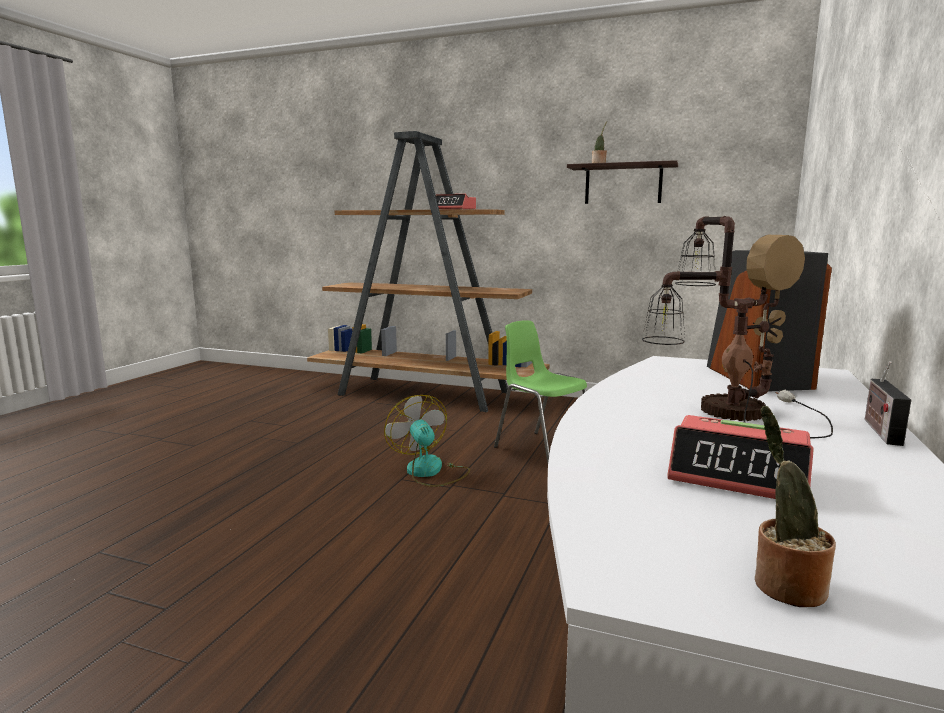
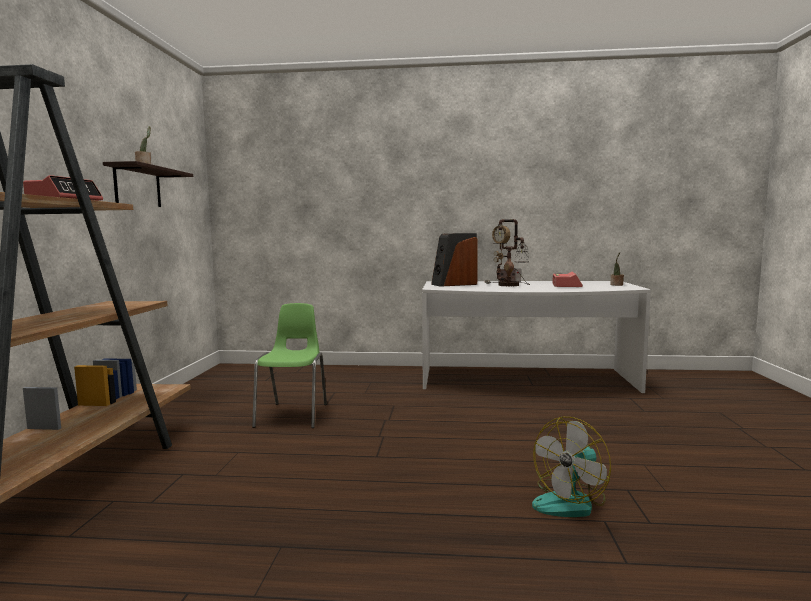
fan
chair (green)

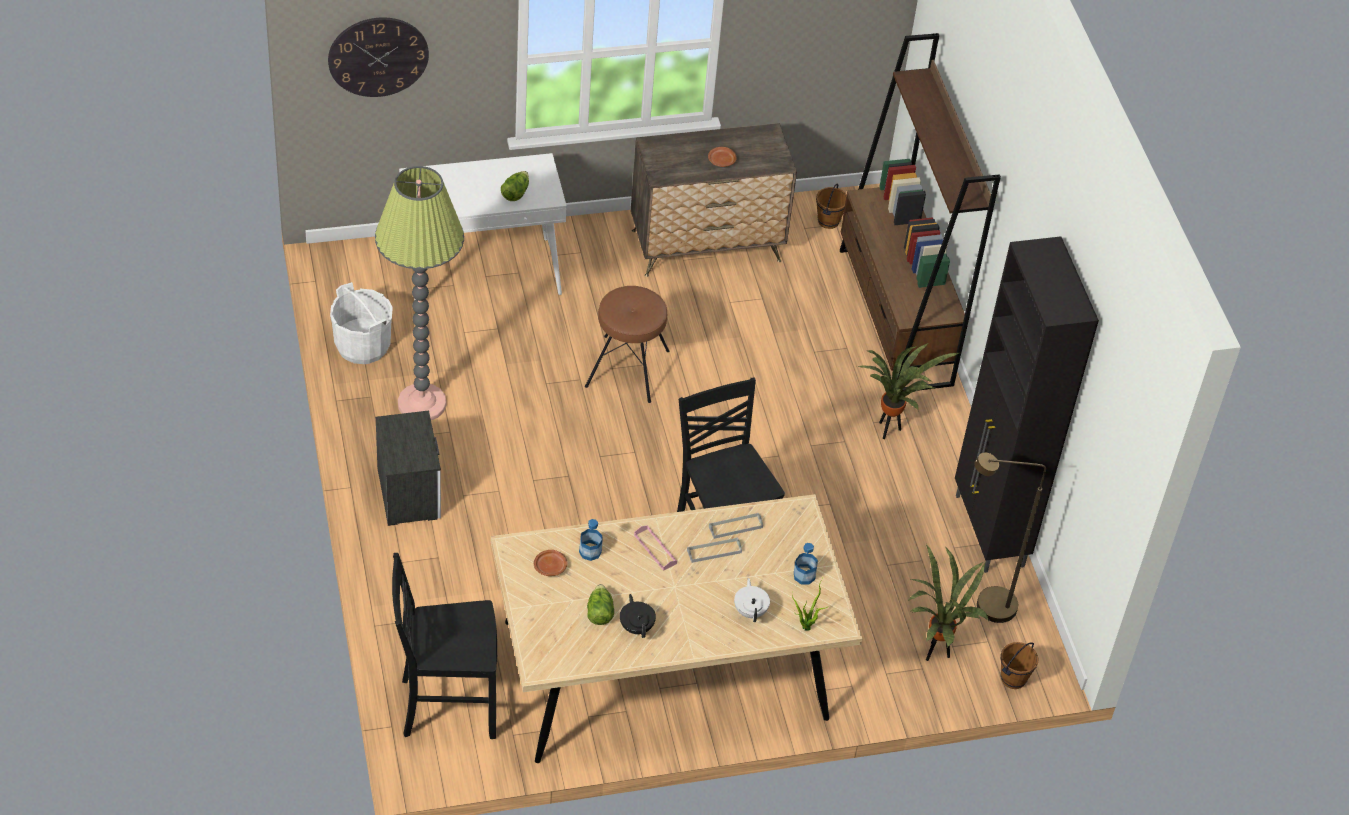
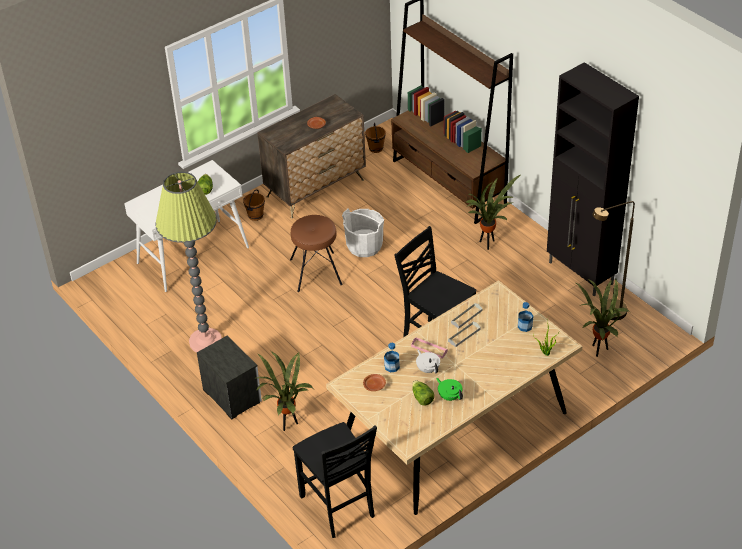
wall clock
bucket (white)
chair (black) (1st from left)
teapot (green)
teapot (white)
bucket (brown) (1st from left)
potted plant (1st from left)

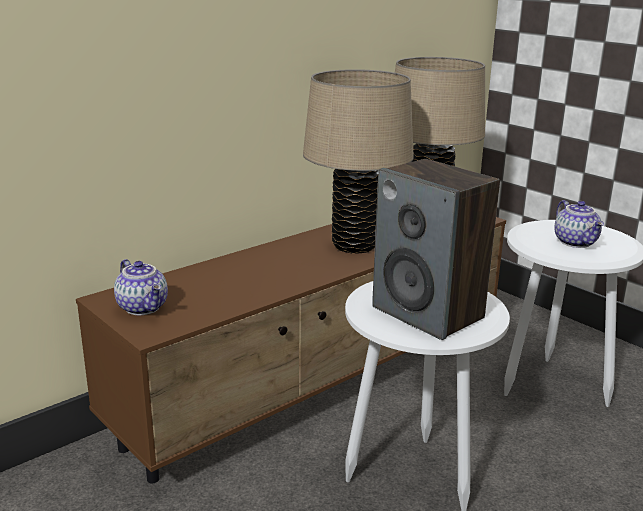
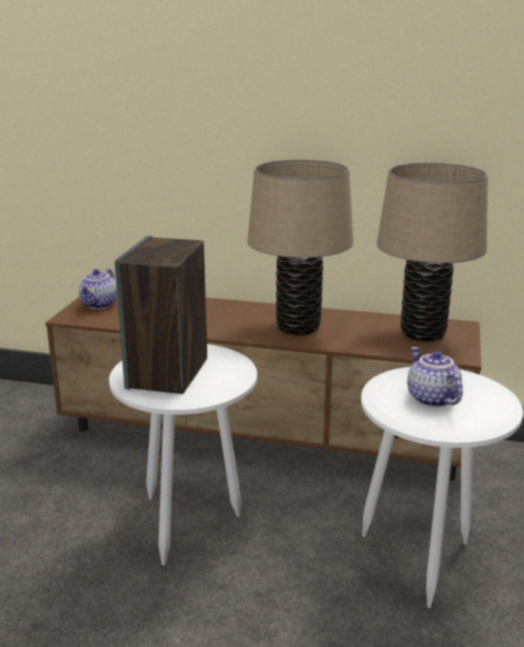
teapot (2nd from left)

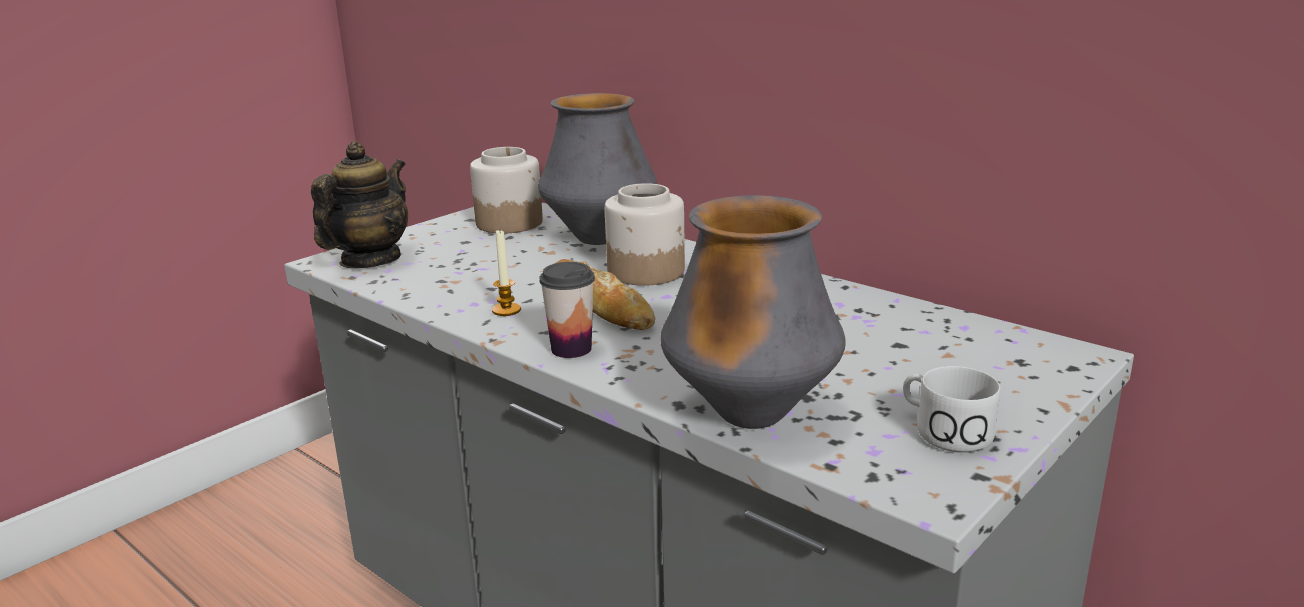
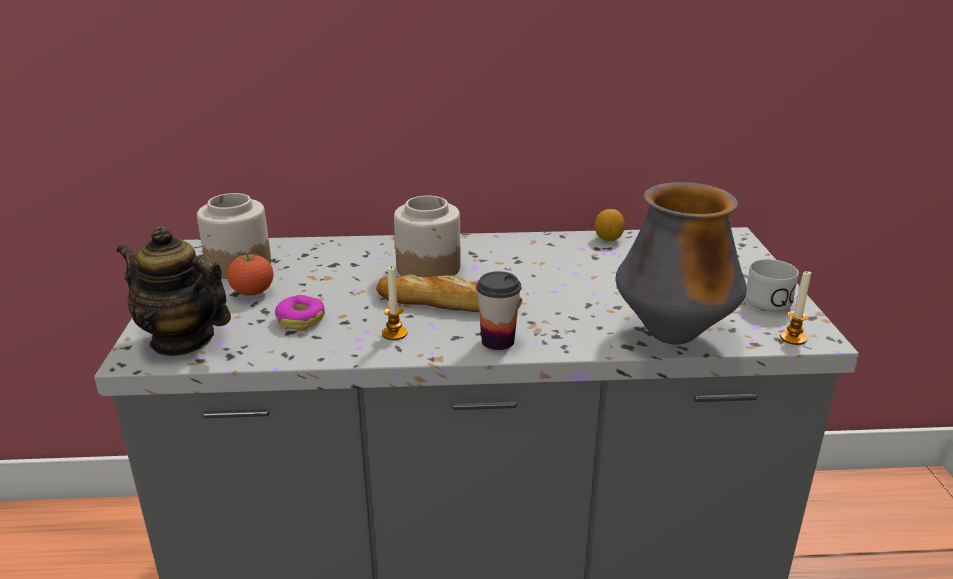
teapot
vase (1st from left in the first image)
tomato
donut
lemon
candle (2nd from left)

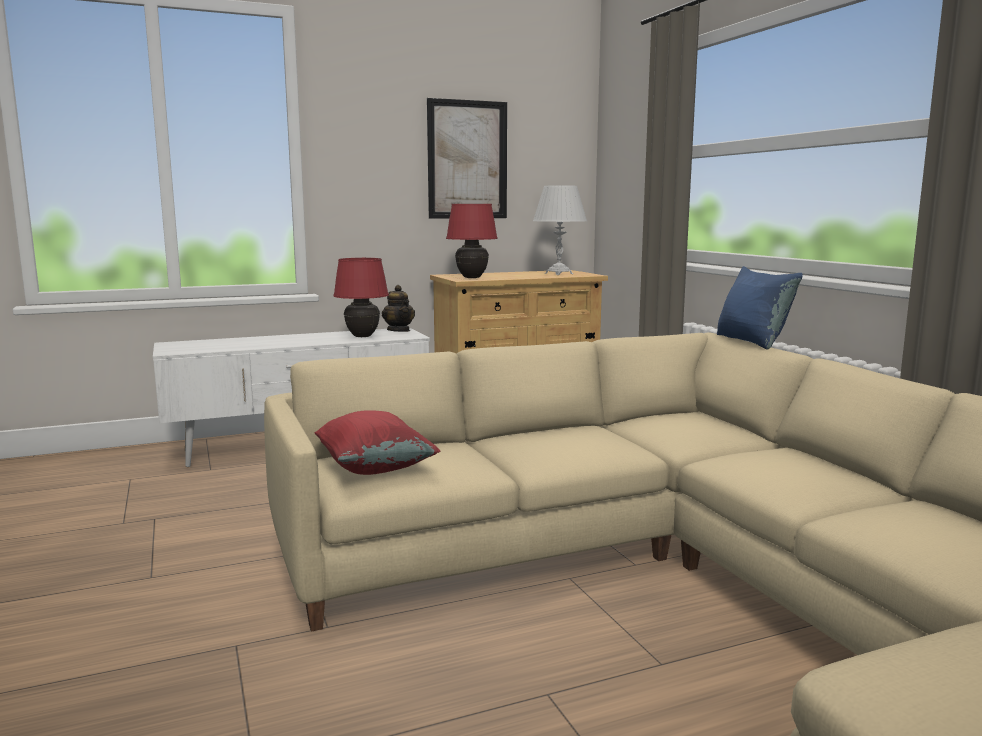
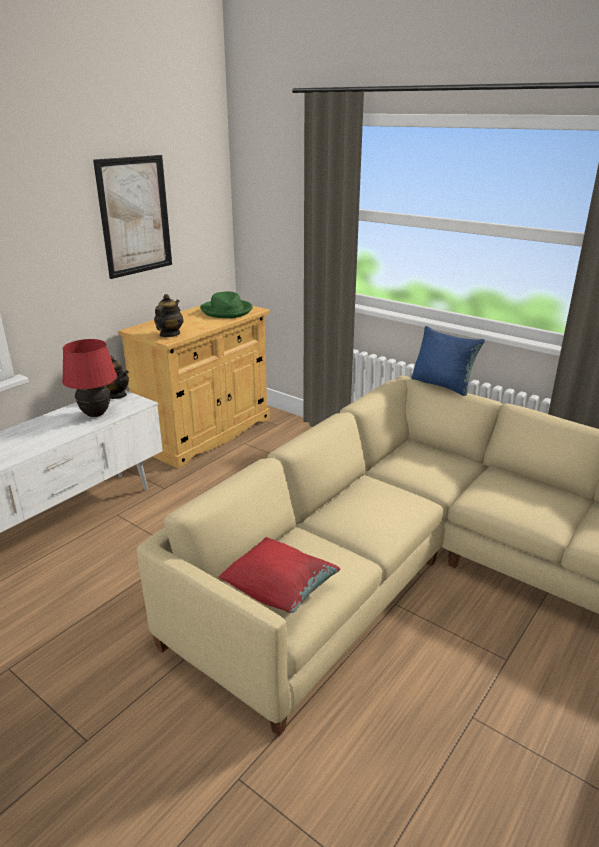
teapot (2nd from left)
hat (green)

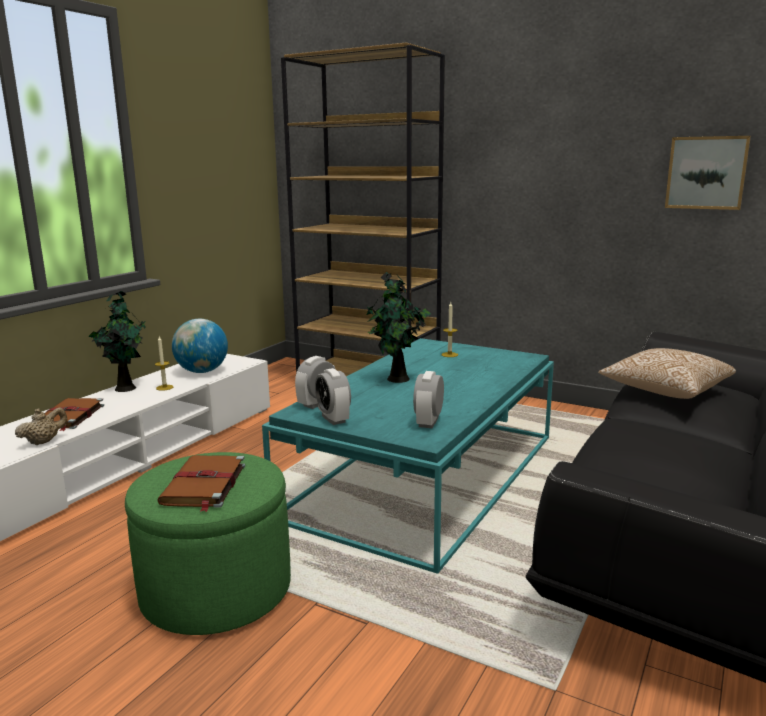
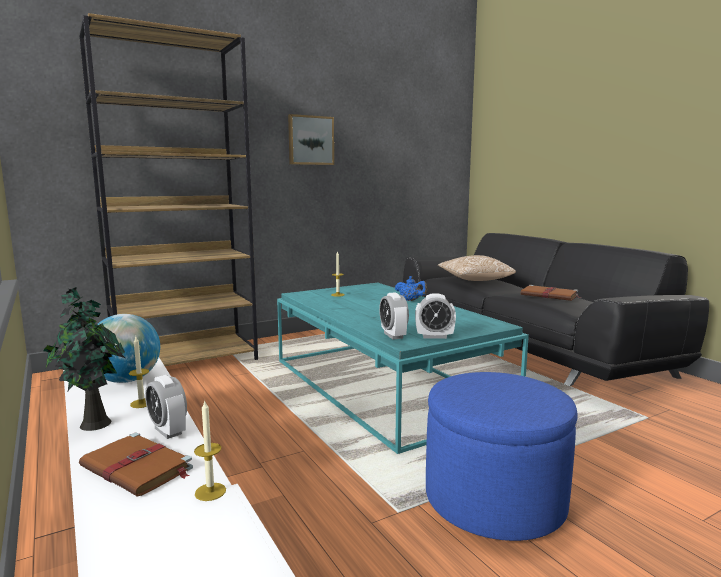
candle (2nd from left)
ottoman (blue)
book (brown) (2nd from left)
potted plant (2nd from left in the first image)
alarm clock (1st from left)
picture
teapot (blue)

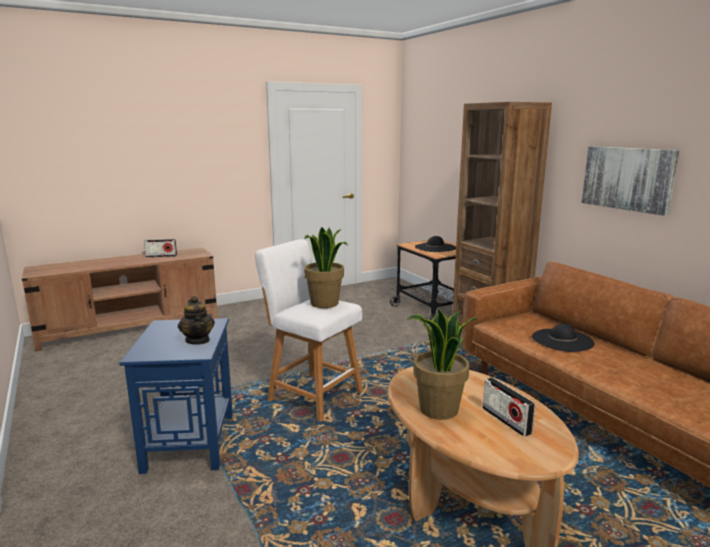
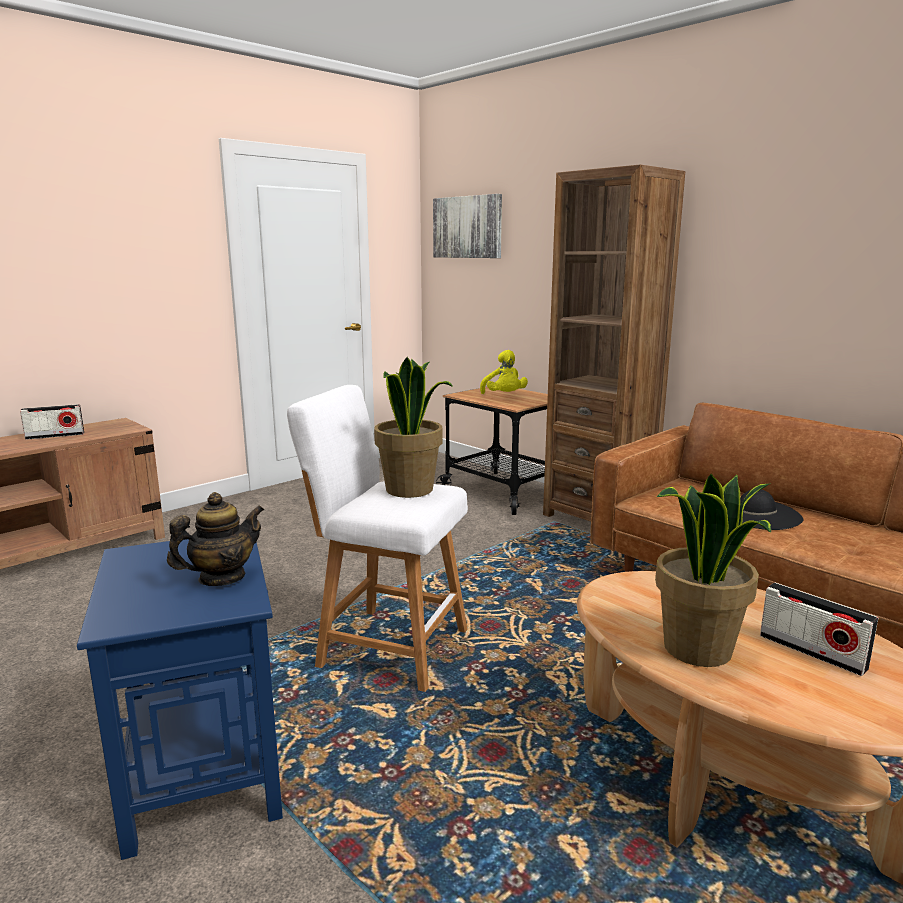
teapot
plush toy (yellow)
picture

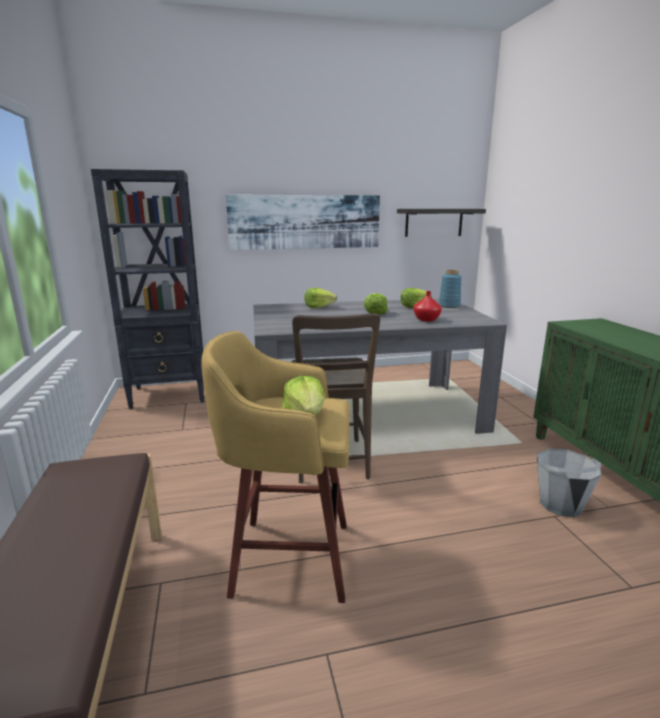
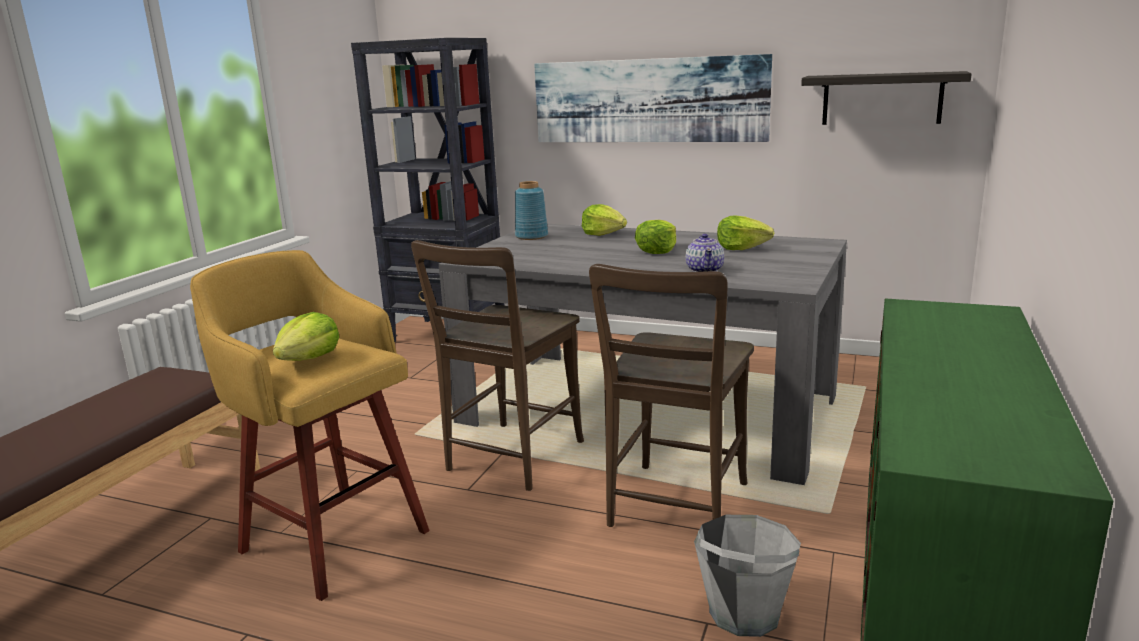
teapot
vase (blue)
chair (brown) (2nd from left)

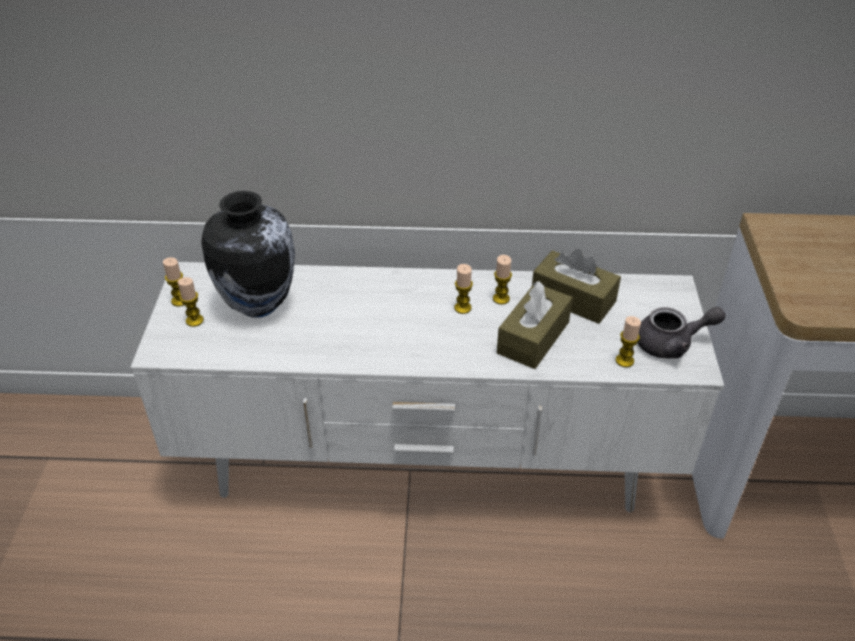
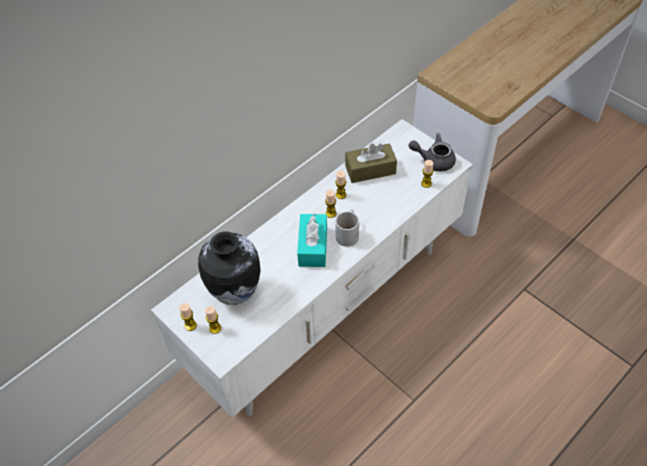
tissue box (brown) (1st from left in the first image)
teapot (grey)
tissue box (turquoise)
mug (white)

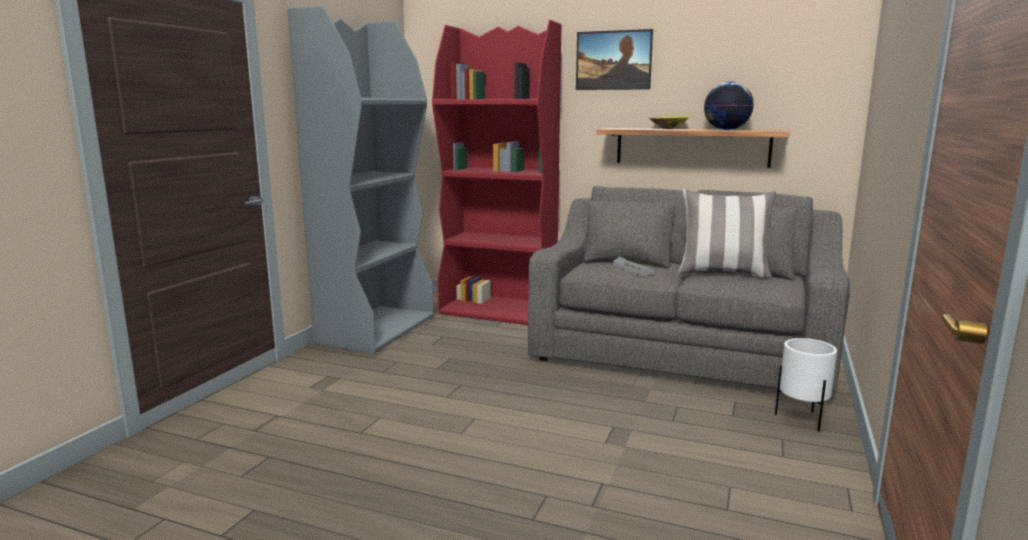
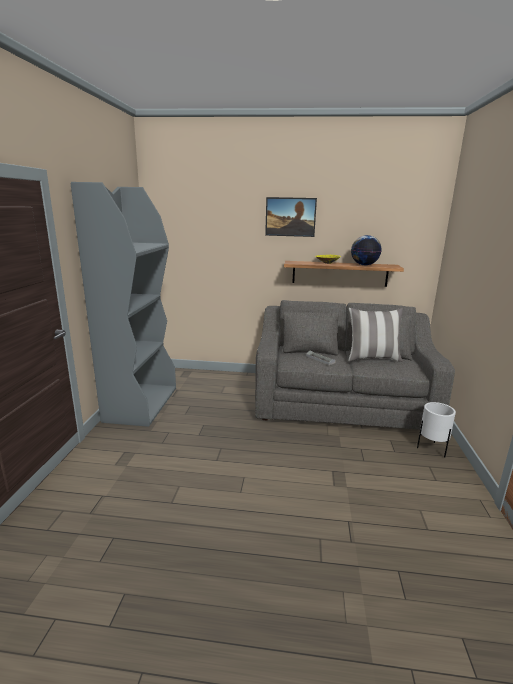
bookcase (red)

